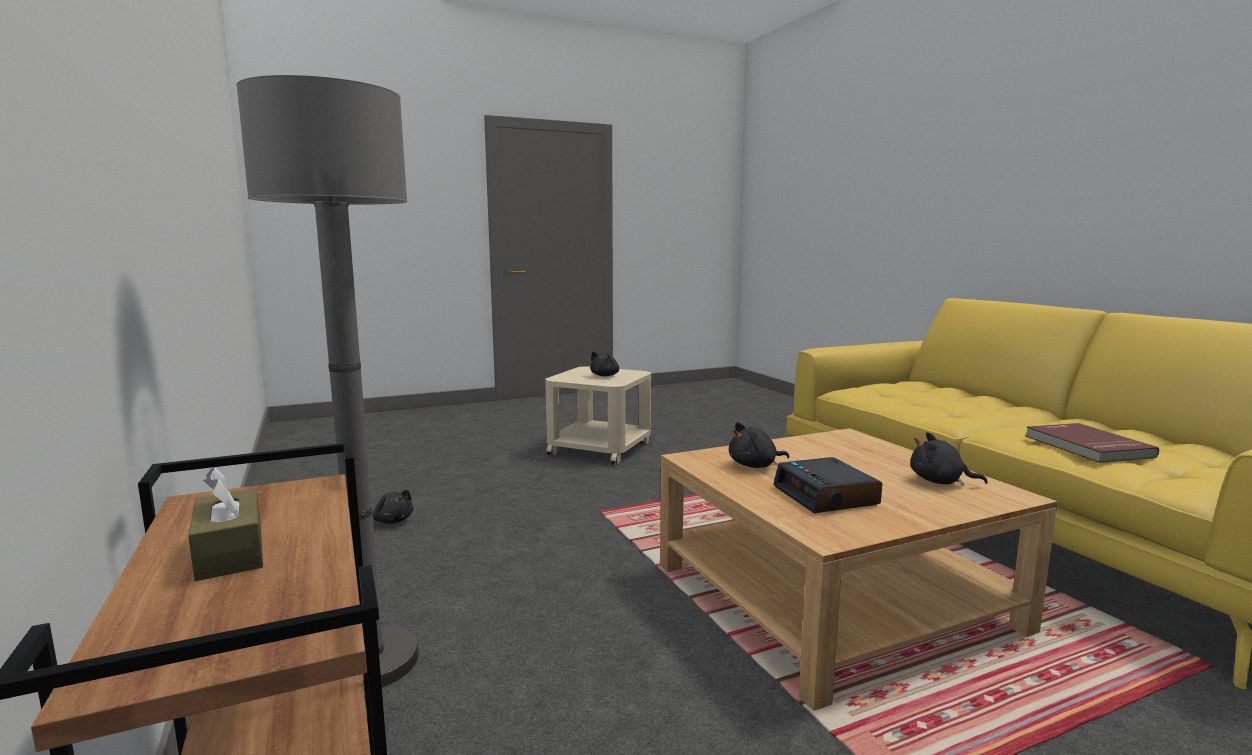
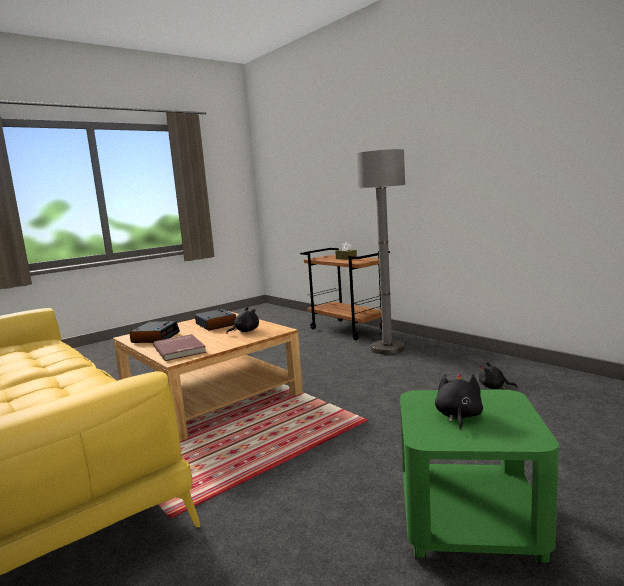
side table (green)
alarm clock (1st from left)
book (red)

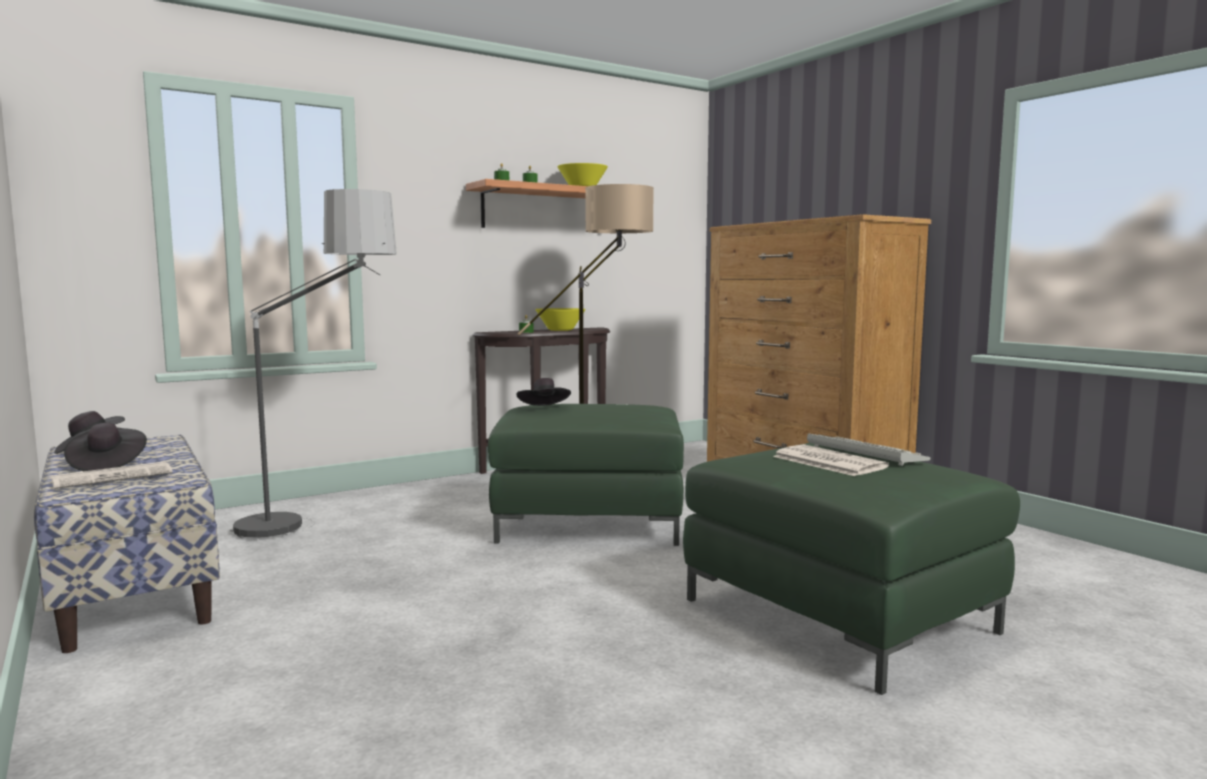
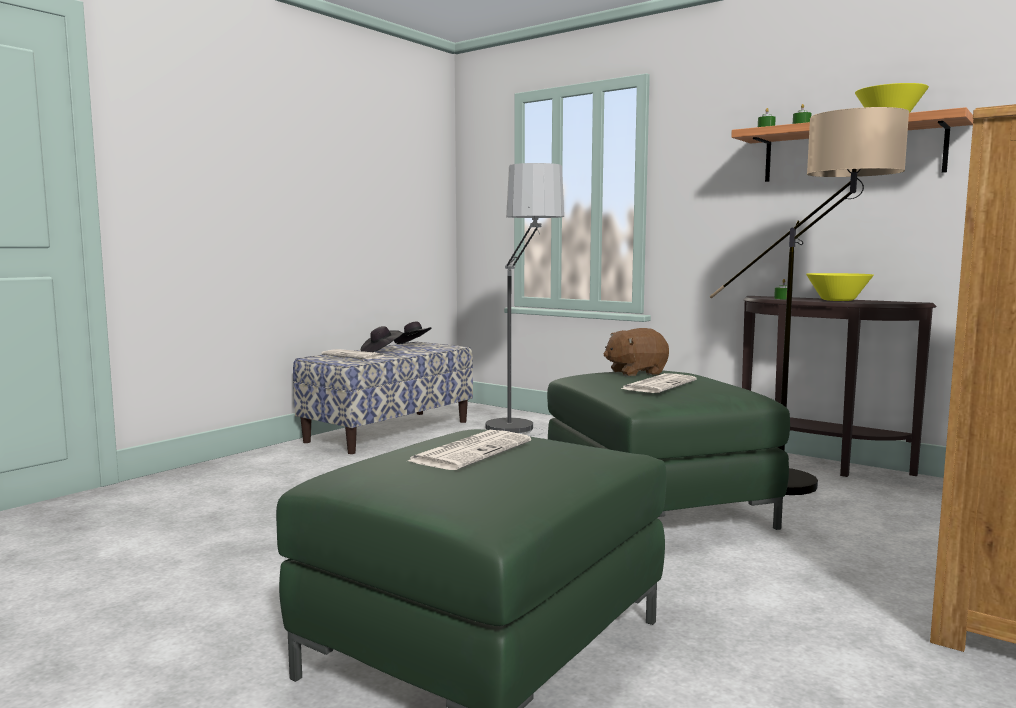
plush toy (brown)
keyboard
newspaper (3rd from left)

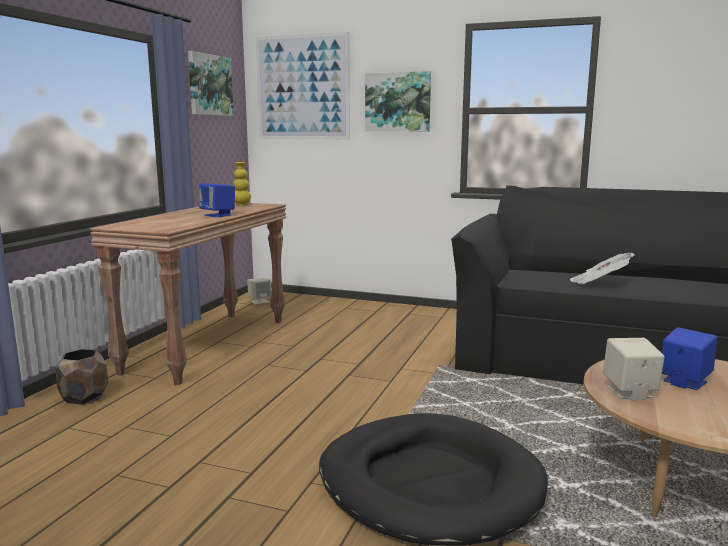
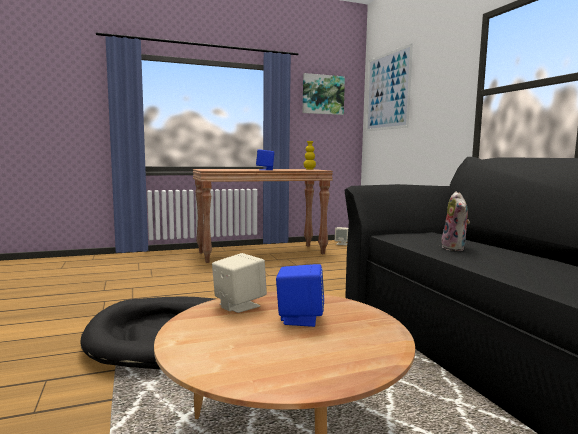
planter (brown)
picture (3rd from left in the first image)
plush toy

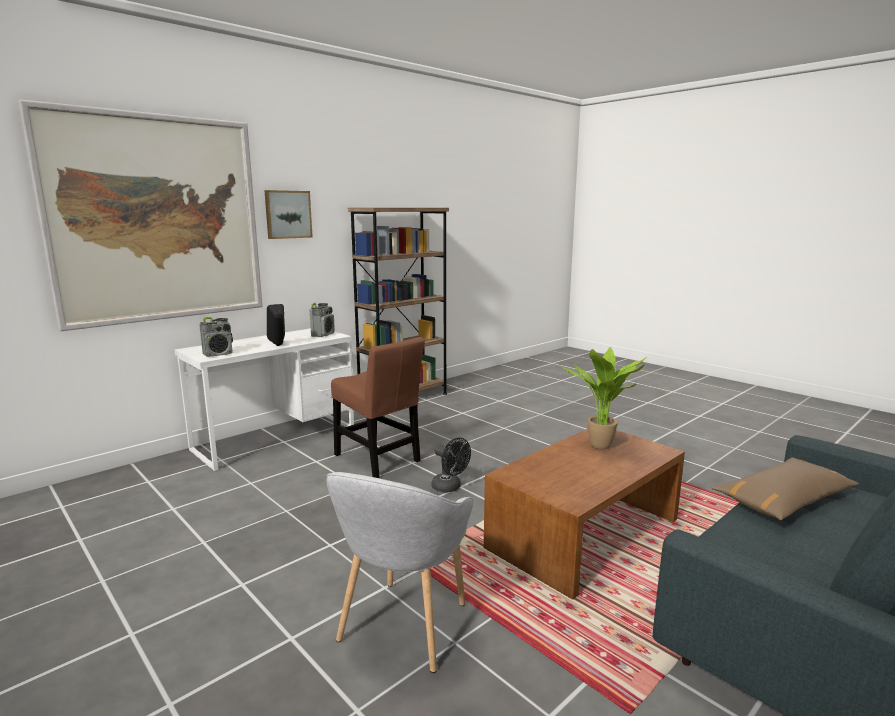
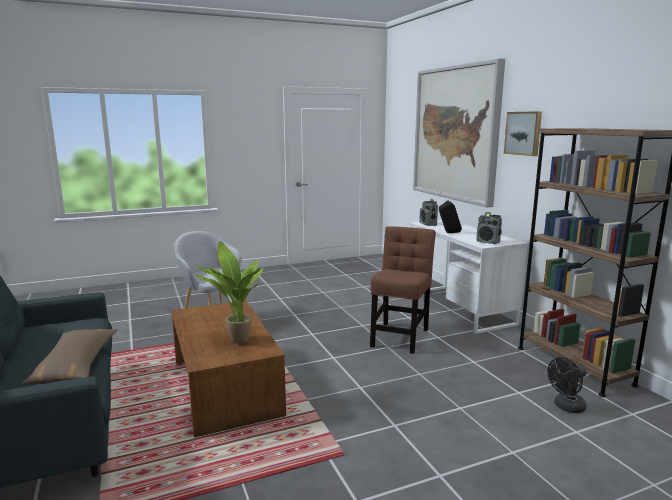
chair (brown)
fan (black)

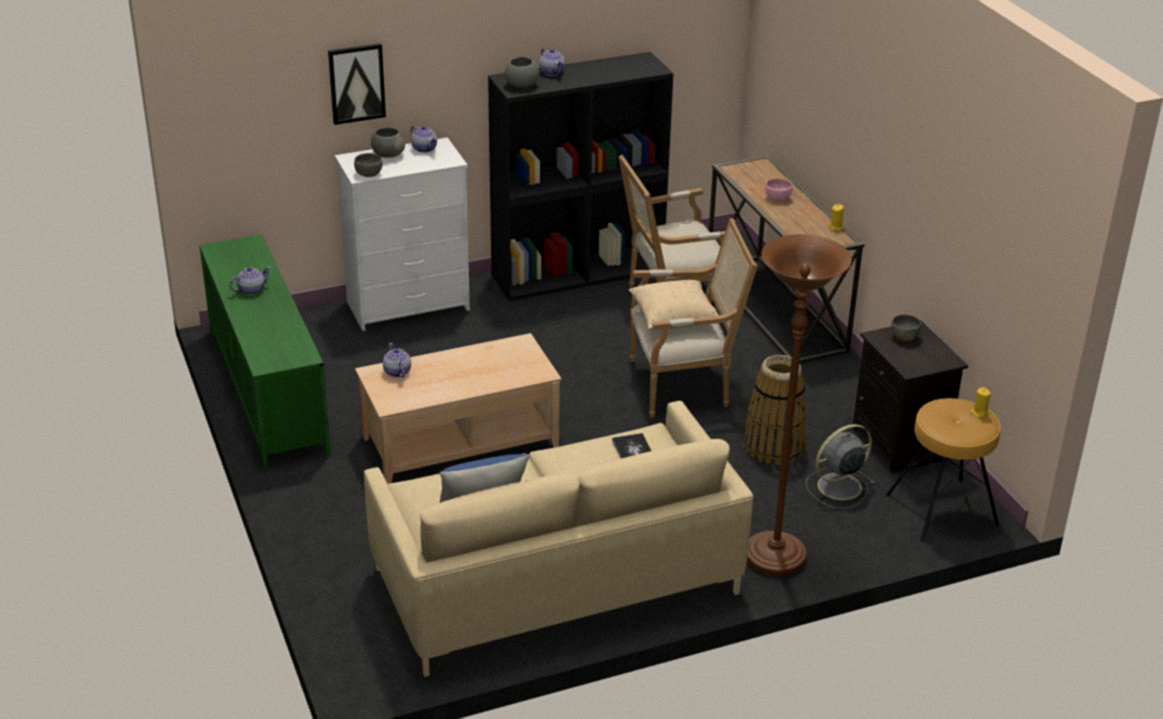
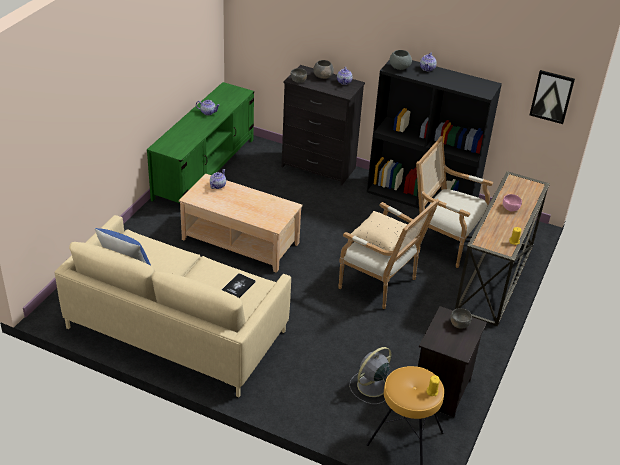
picture
dresser (black)
basket
floor lamp (brown)
fan (grey)

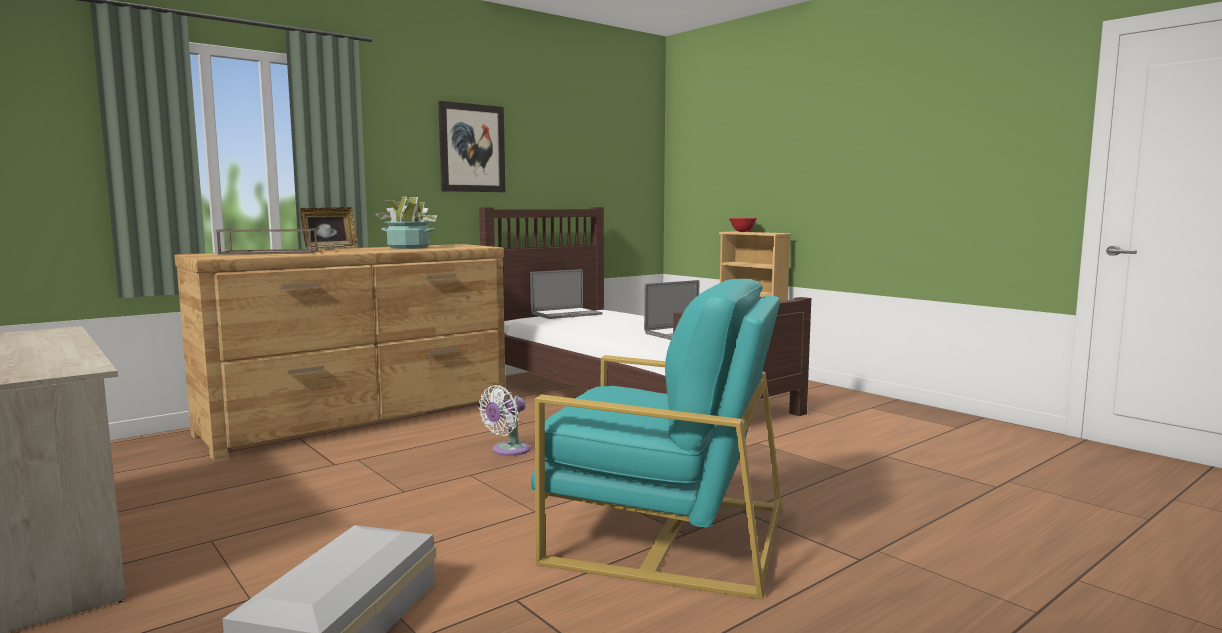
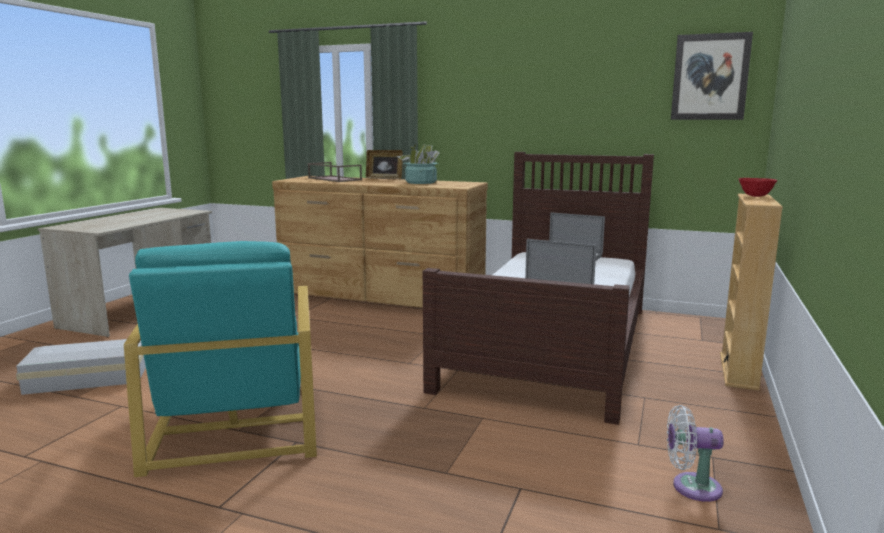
picture
fan (white)

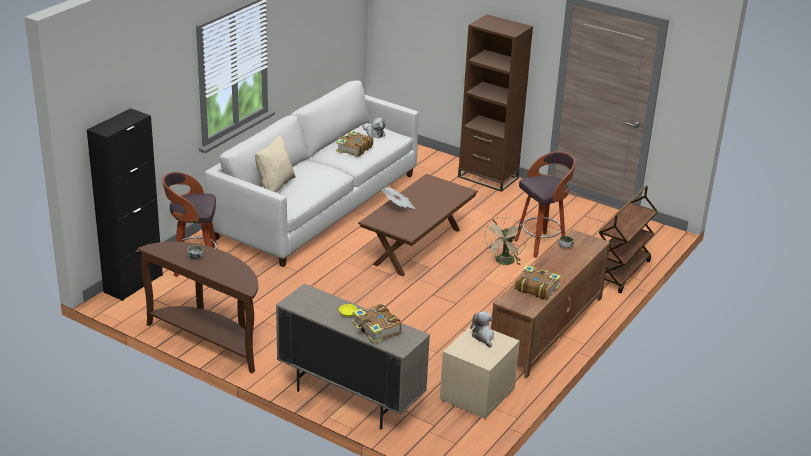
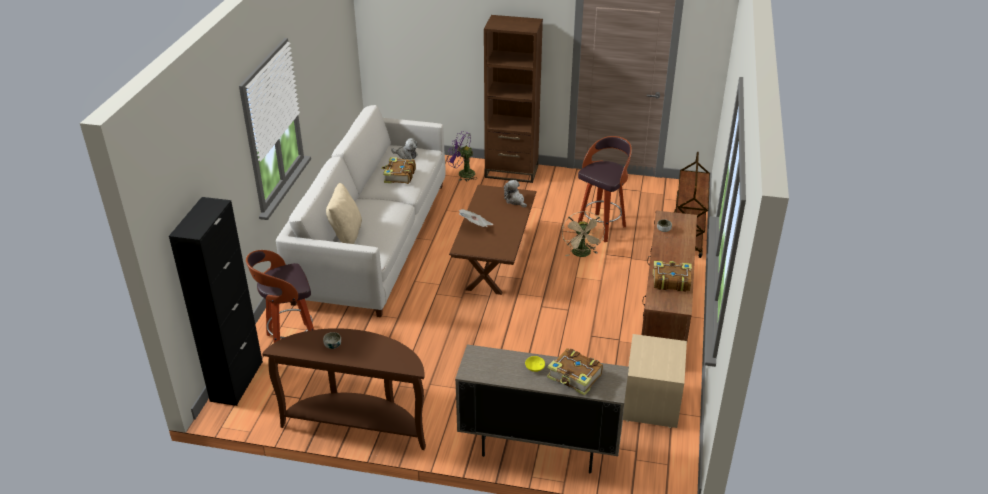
plush toy (2nd from left)
fan (purple)

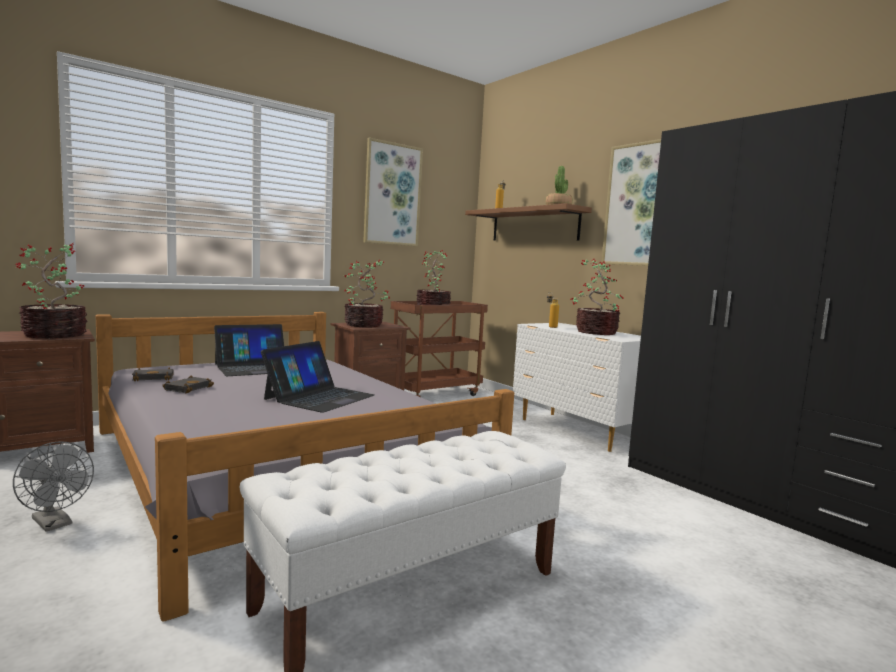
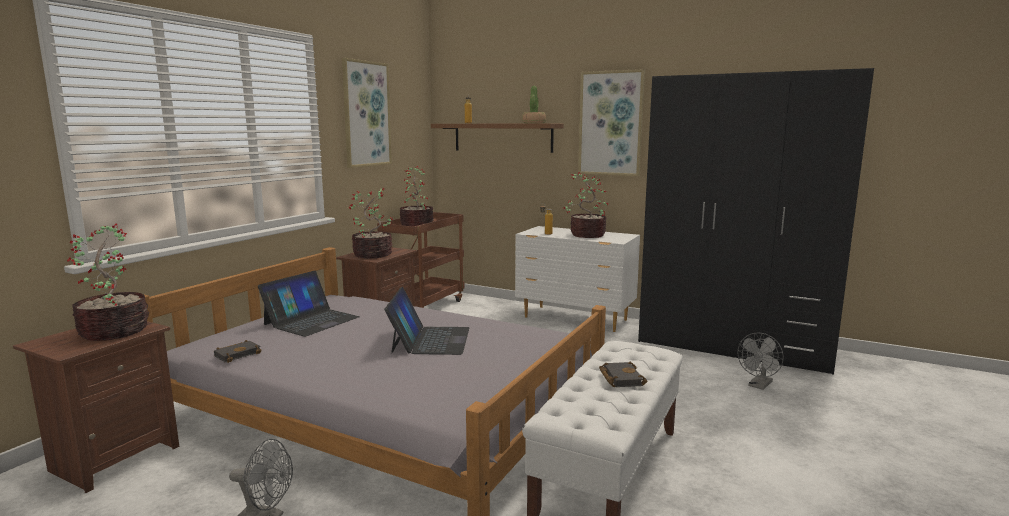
book (black) (2nd from left)
fan (grey) (2nd from left)

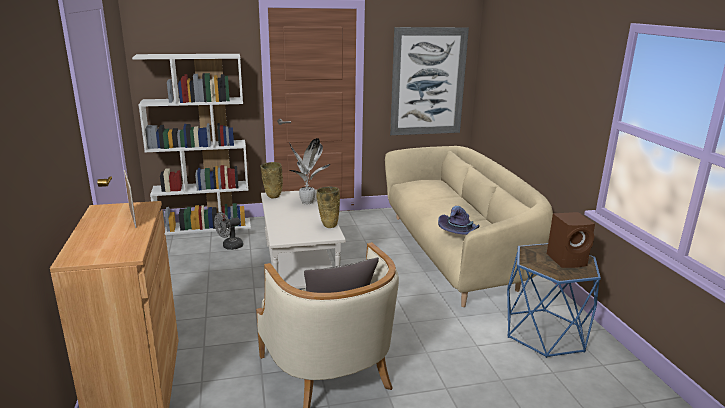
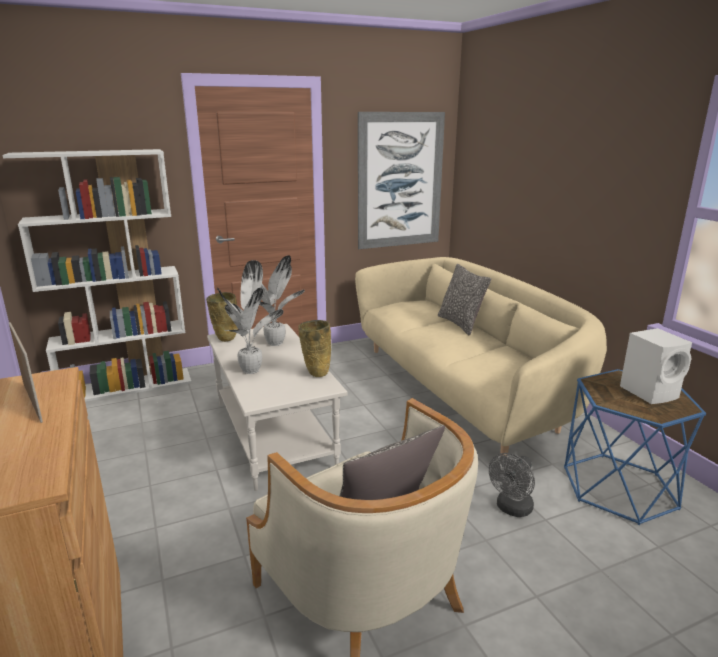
fan (grey)
hat (purple)
speaker (white)
potted plant (1st from left)
pillow (2nd from left)

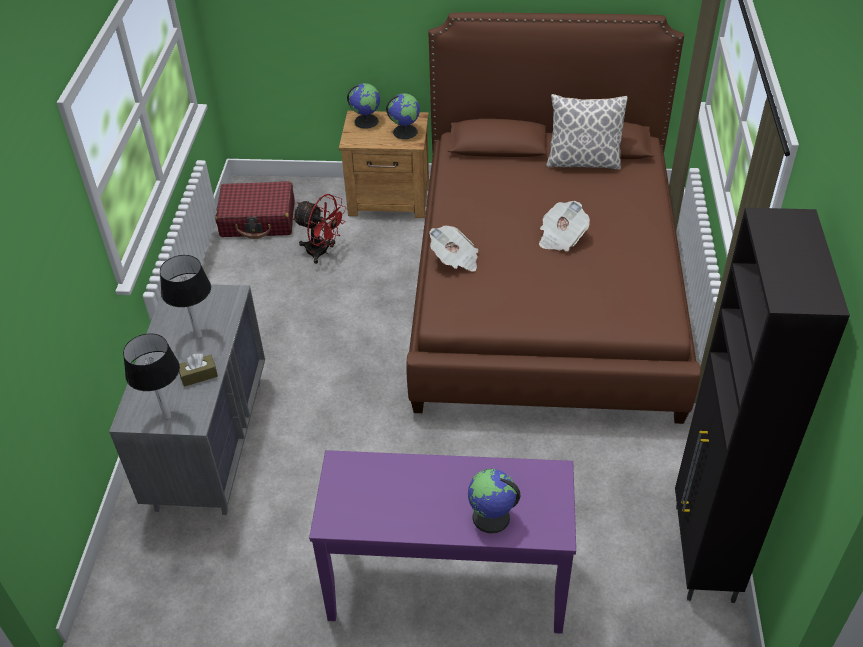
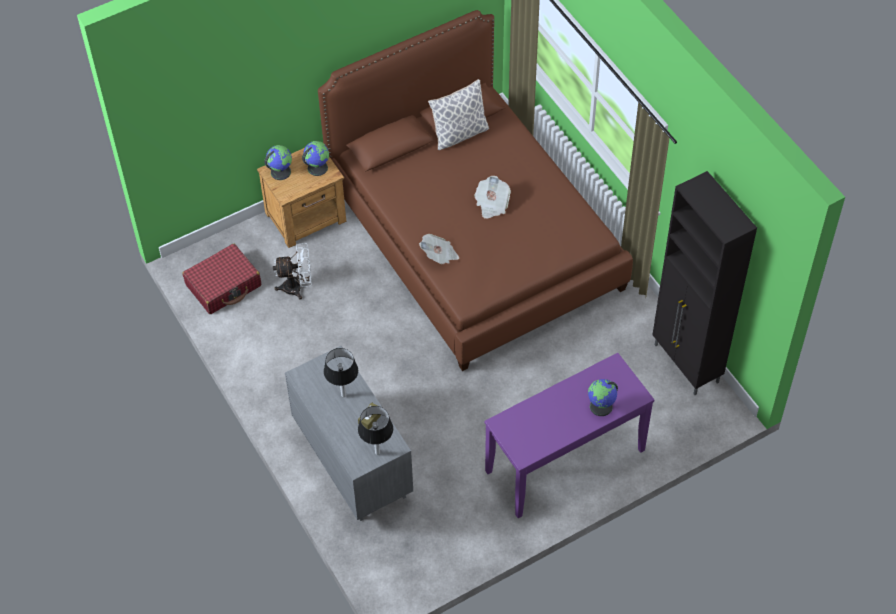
fan (white)

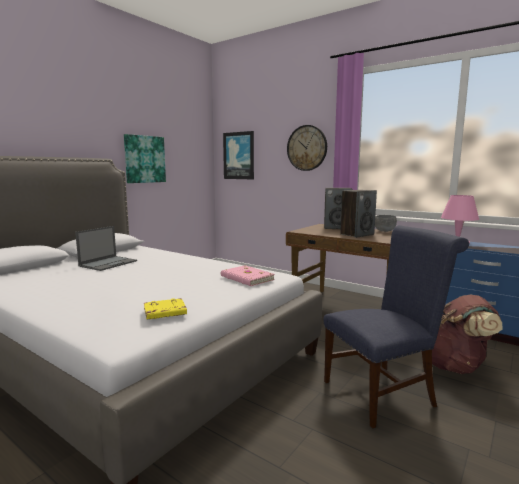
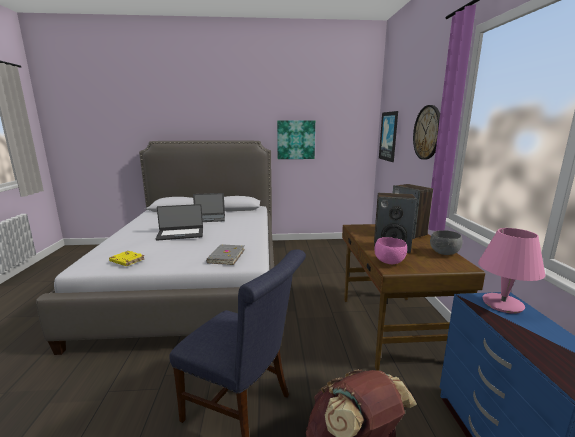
book (grey)
laptop (1st from left)
bowl (pink)

